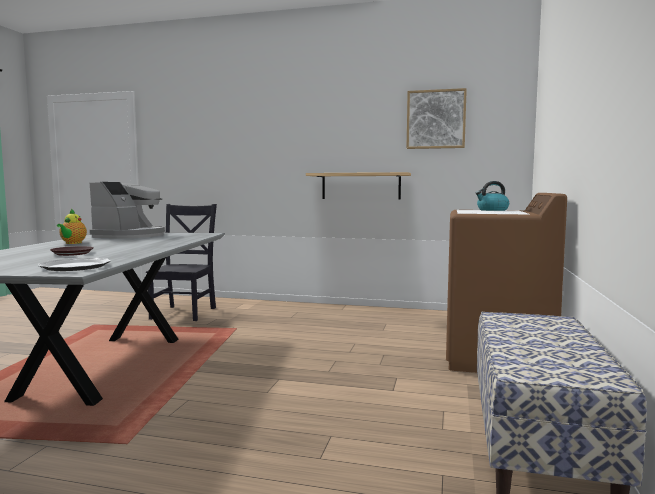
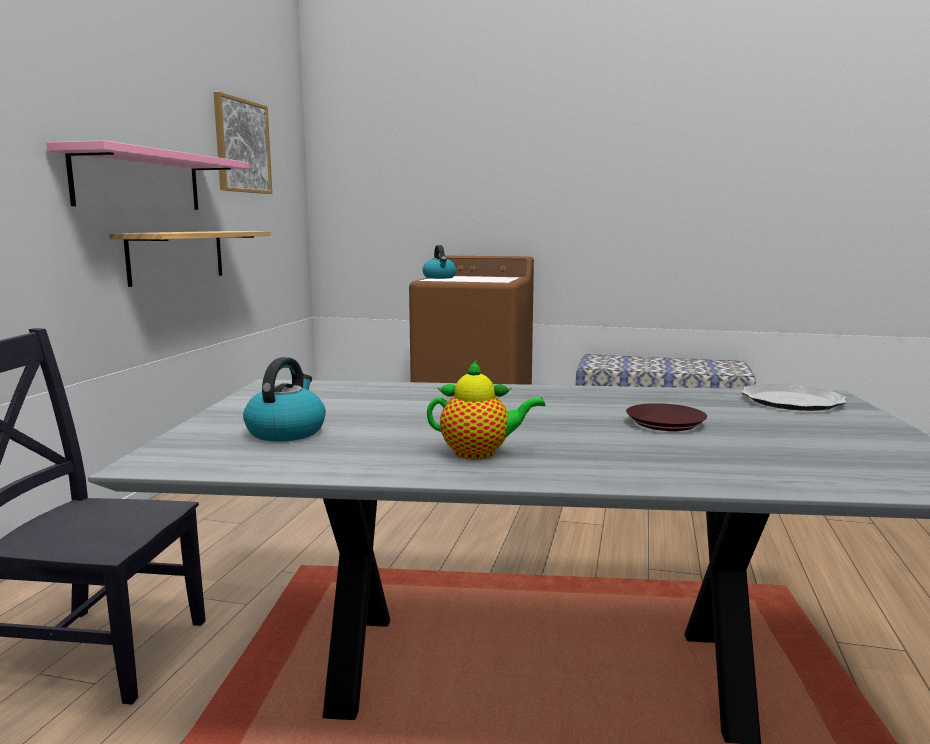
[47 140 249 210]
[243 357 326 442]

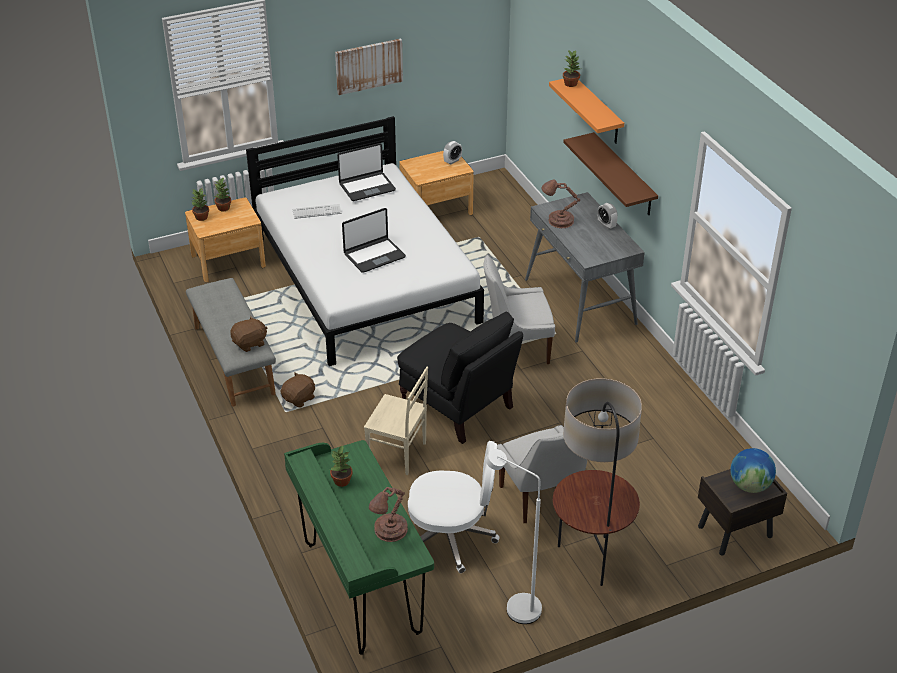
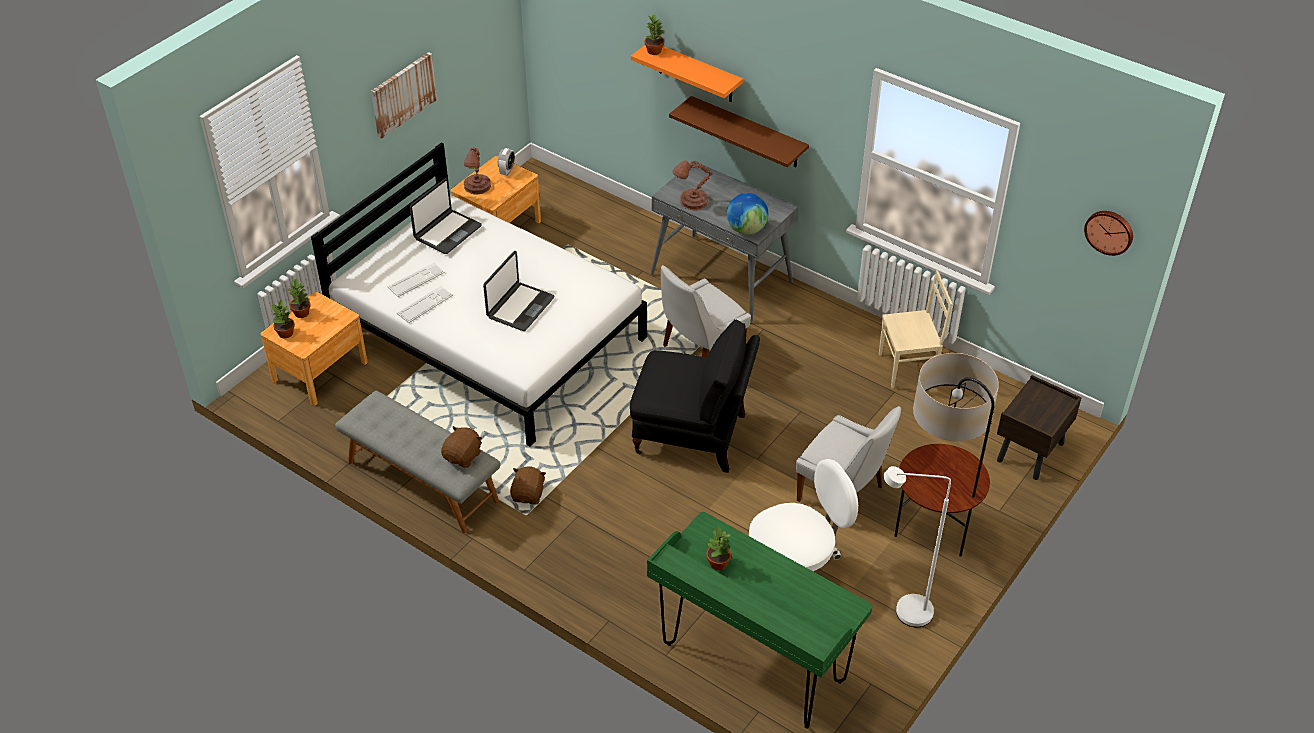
[598 203 618 229] (first image)
[397 286 453 323]
[1084 211 1133 256]
[879 270 952 388]
[464 148 491 195]
[727 193 768 235]

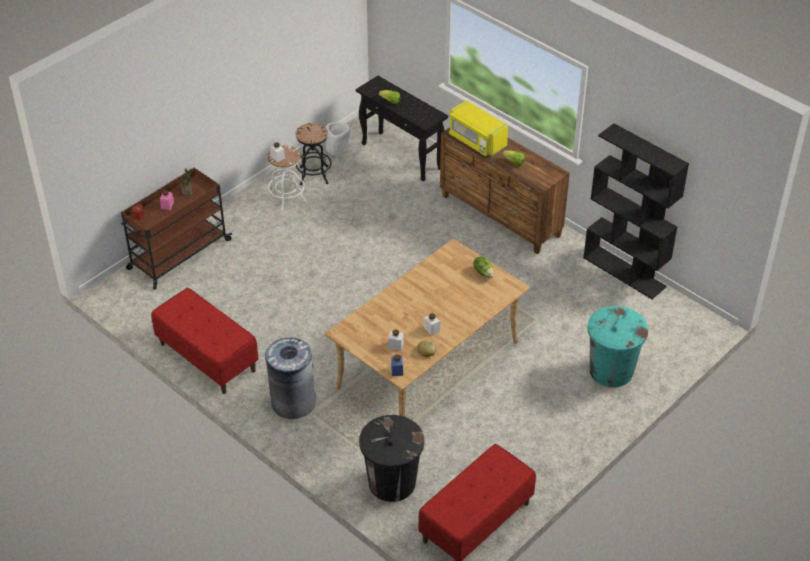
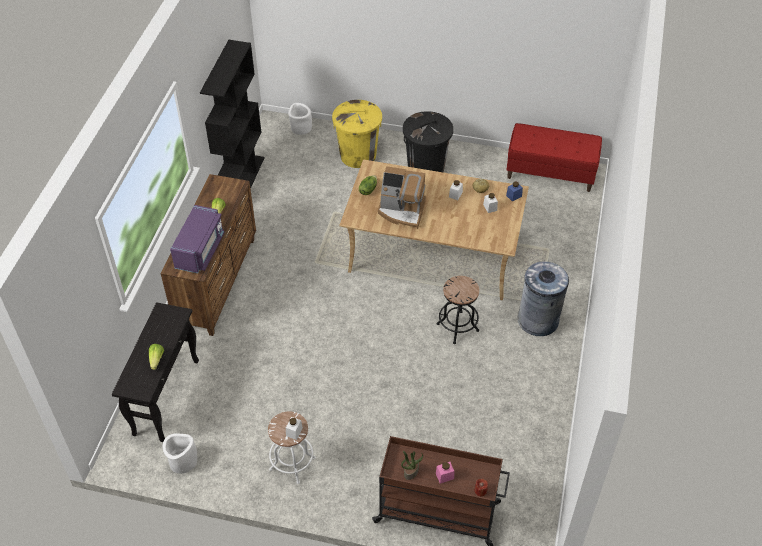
[151 288 259 394] (first image)
[288 103 312 135]
[378 166 426 229]
[437 276 479 344]
[403 111 453 172]
[170 205 224 273]
[332 100 382 168]

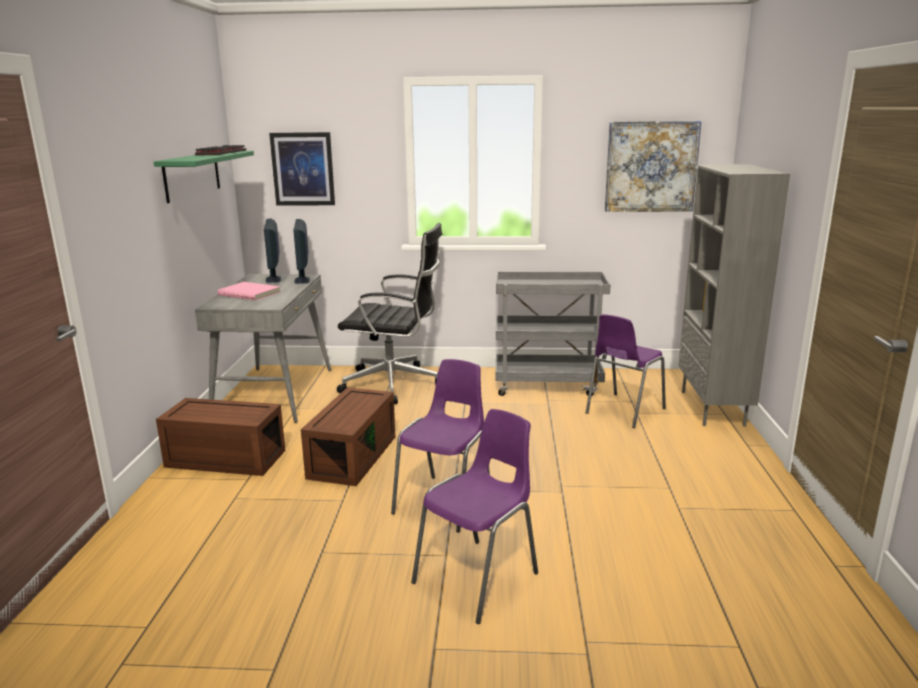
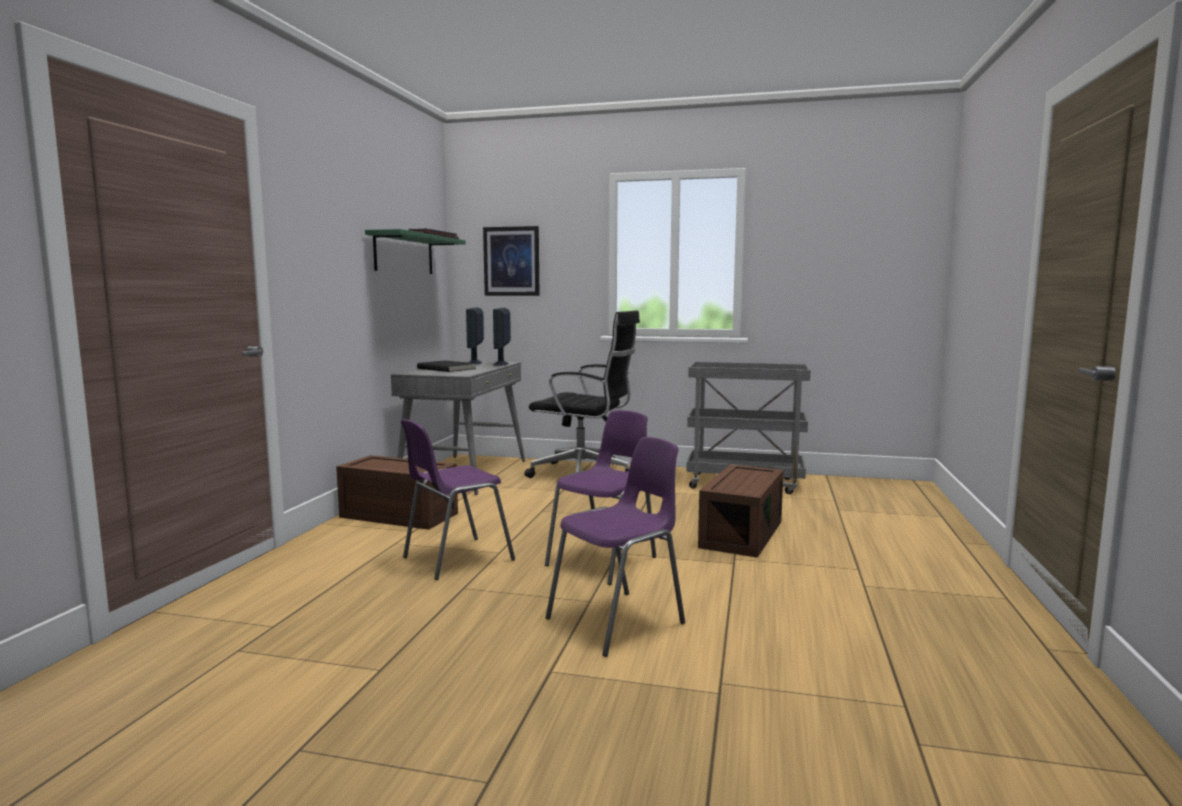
[605 121 702 212] (first image)
[678 164 790 427] (first image)
[698 464 784 558]
[401 419 515 580]
[417 360 476 372]

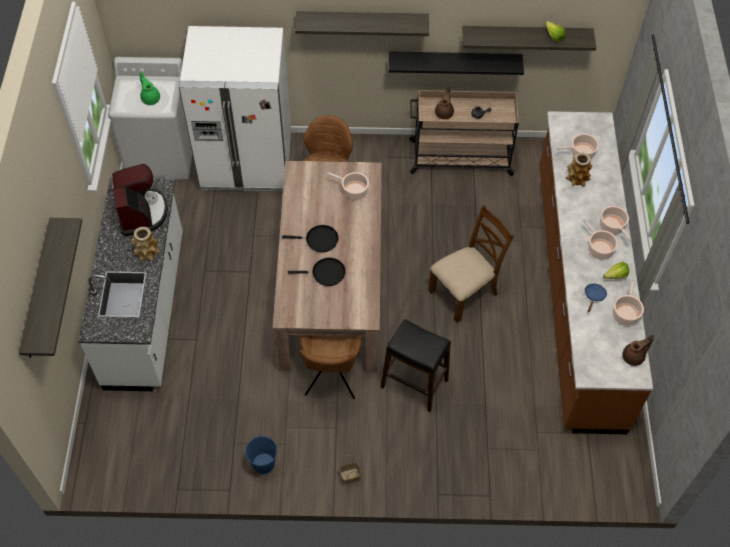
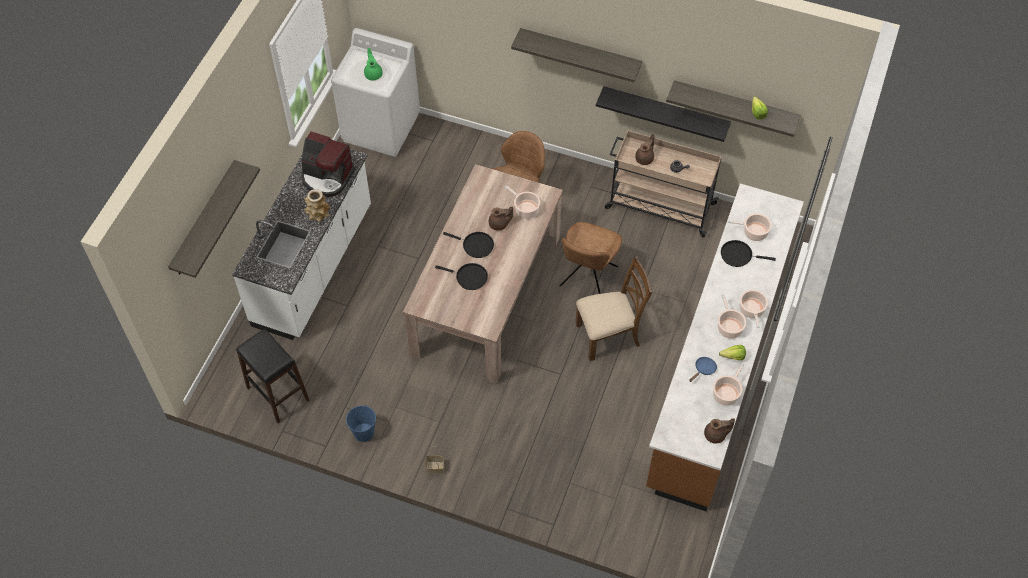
[179 26 292 191] (first image)
[489 206 513 231]
[559 222 622 294]
[236 329 309 423]
[721 240 776 267]
[301 131 355 197]

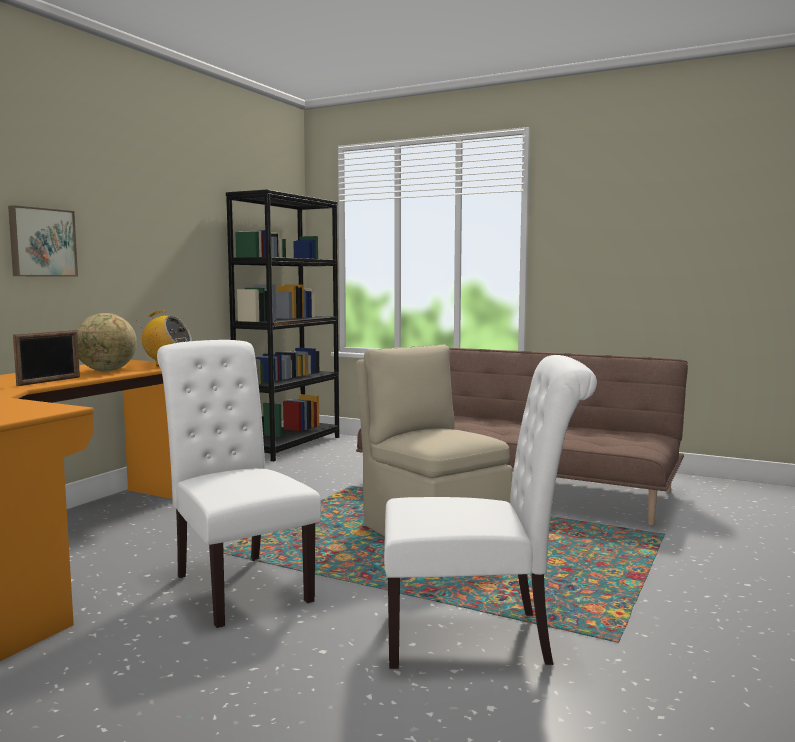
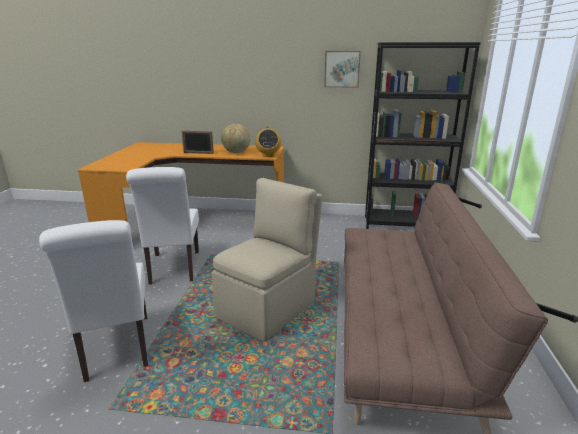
[324 51 361 88]
[126 167 199 285]

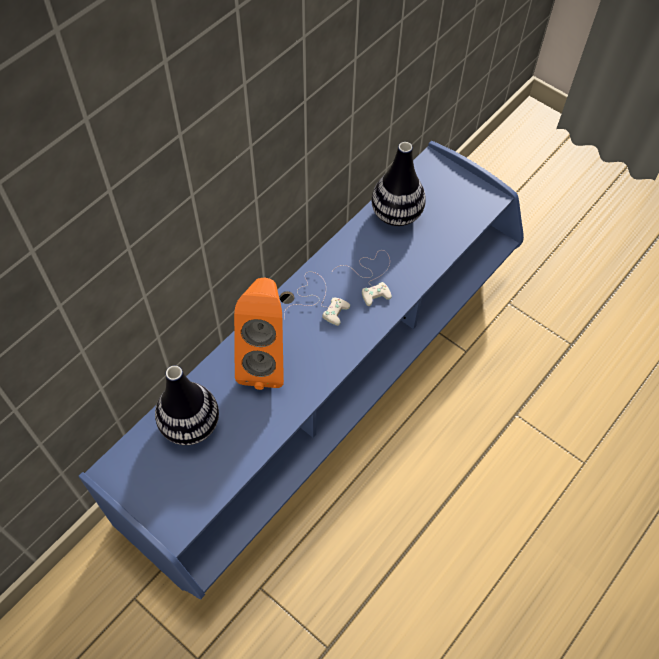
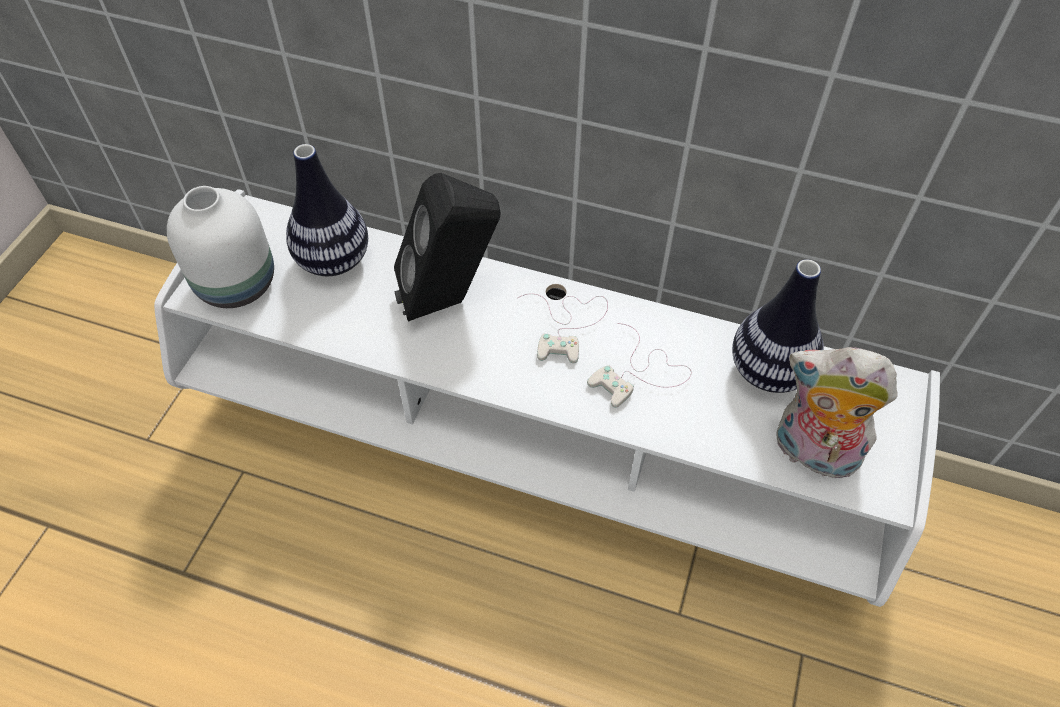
[167 186 274 308]
[777 347 897 482]
[154 189 940 607]
[394 173 501 321]

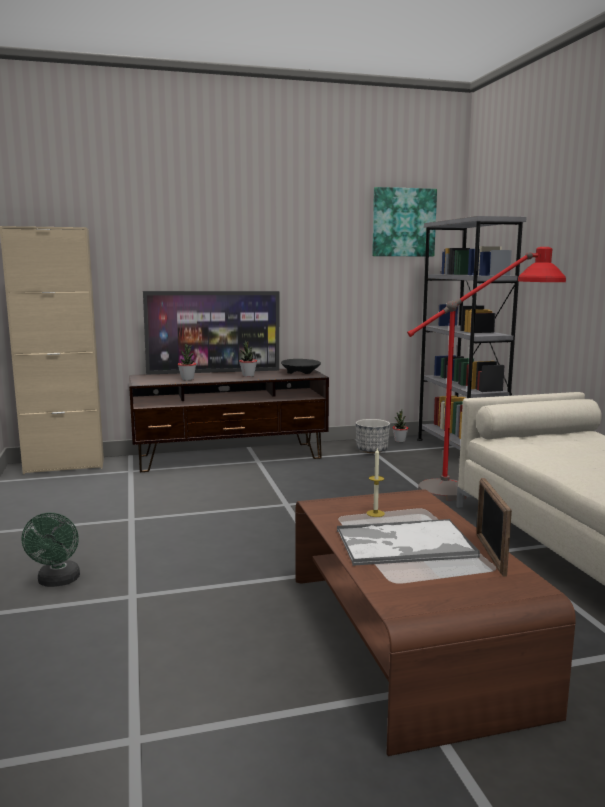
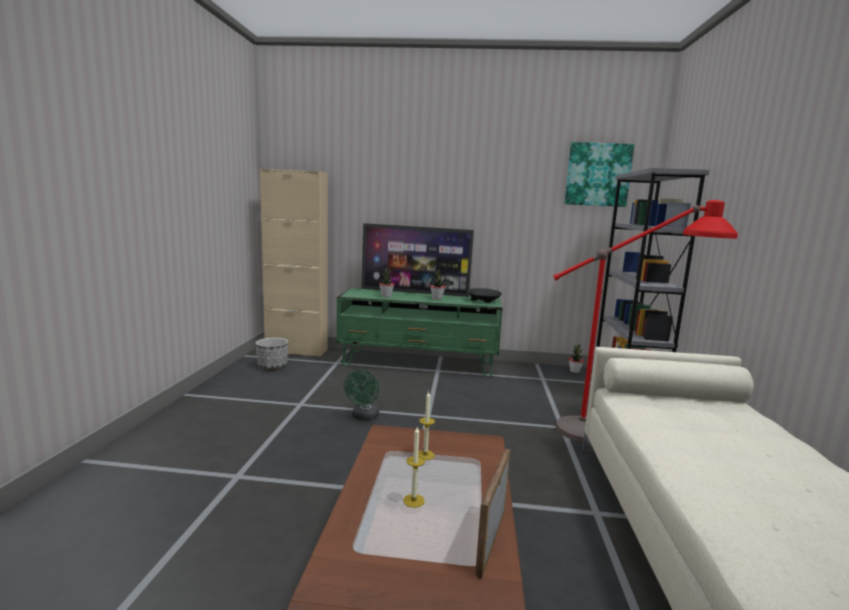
[344 370 379 420]
[256 338 288 370]
[403 427 425 508]
[337 288 503 377]

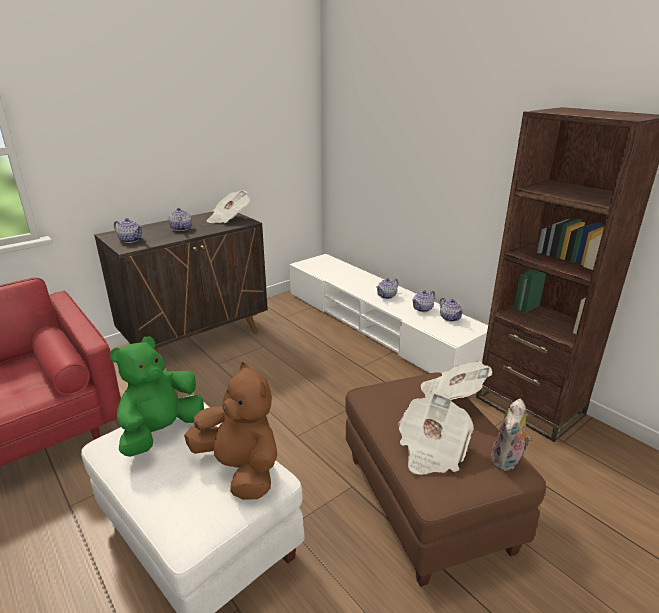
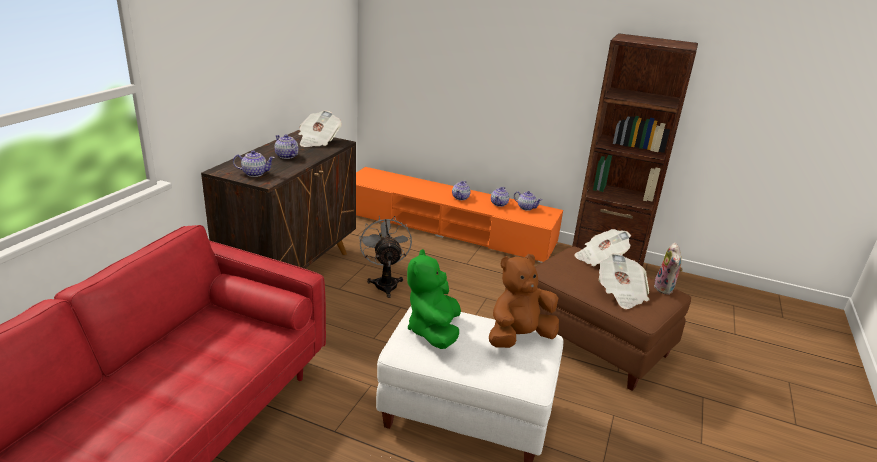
[359 216 412 298]
[356 167 563 263]
[489 254 559 348]

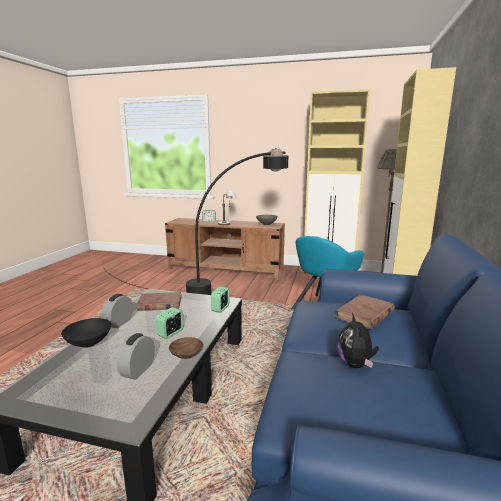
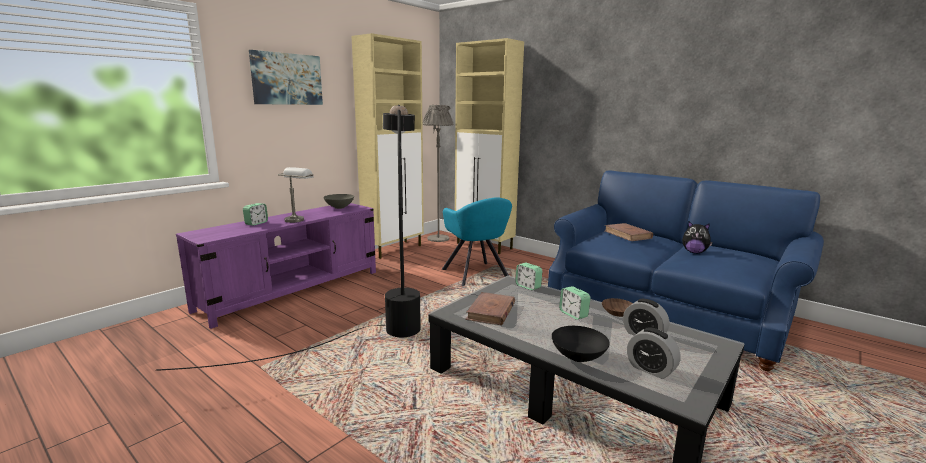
[249 50 323 105]
[627 327 680 379]
[176 203 376 329]

